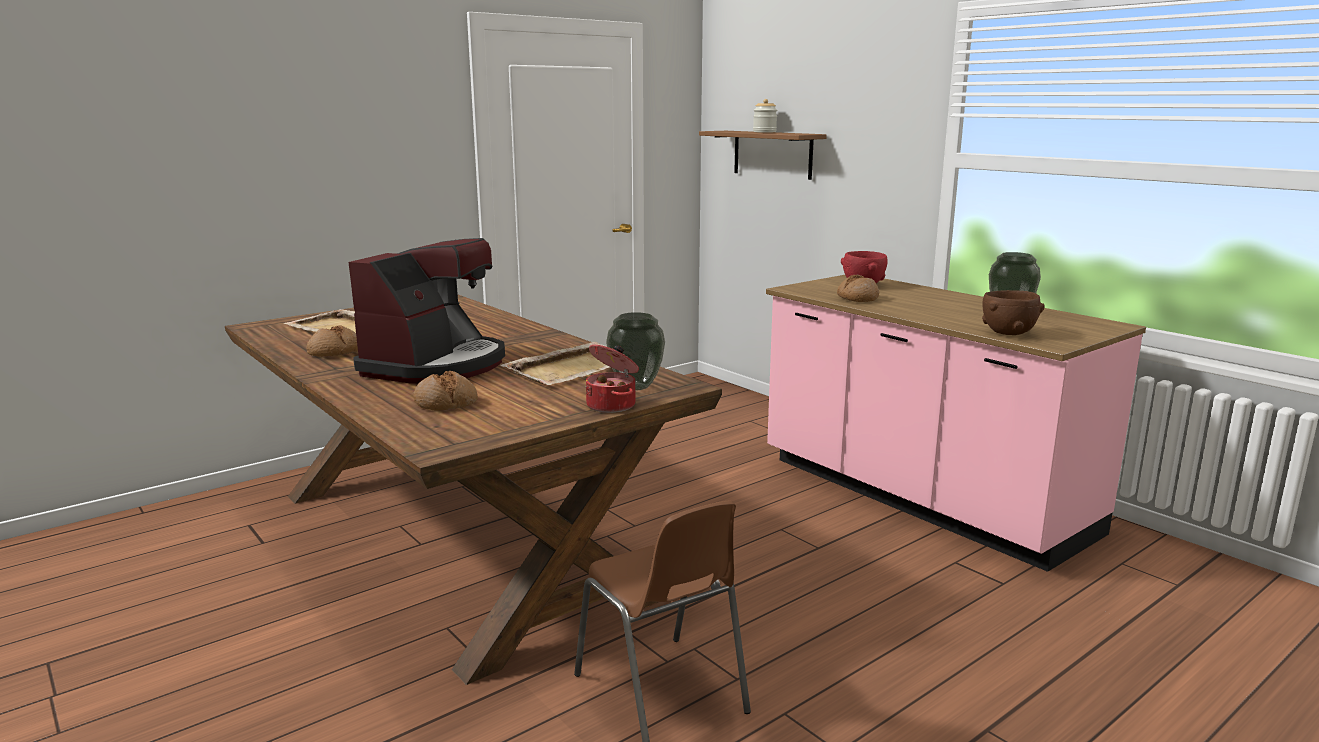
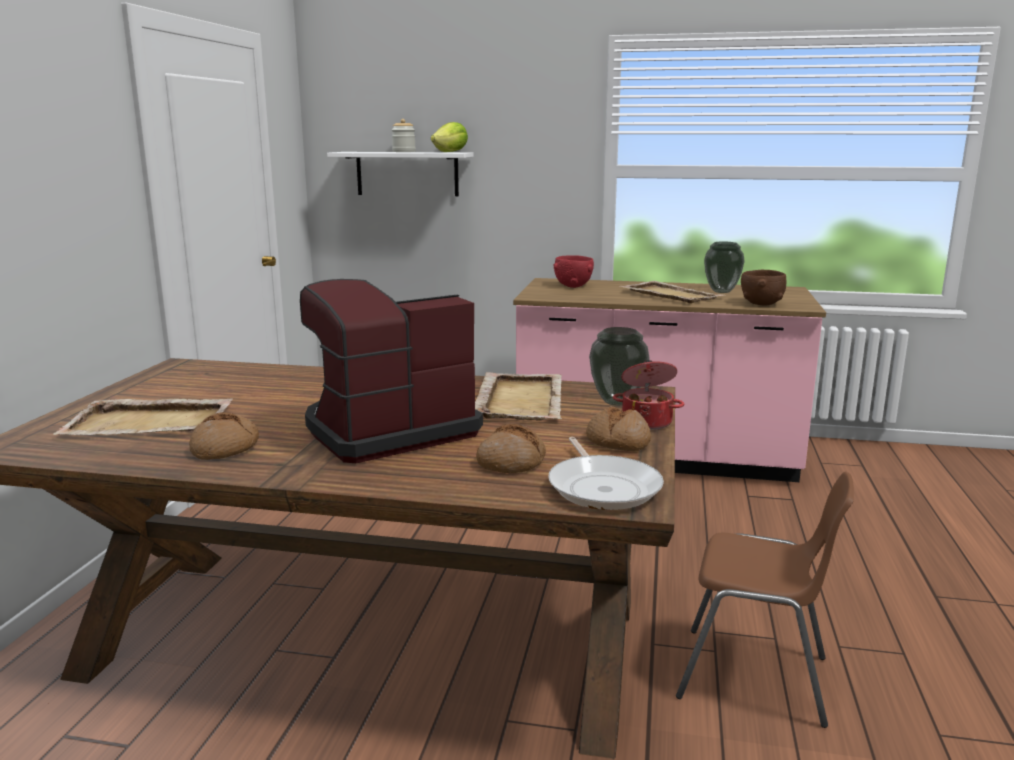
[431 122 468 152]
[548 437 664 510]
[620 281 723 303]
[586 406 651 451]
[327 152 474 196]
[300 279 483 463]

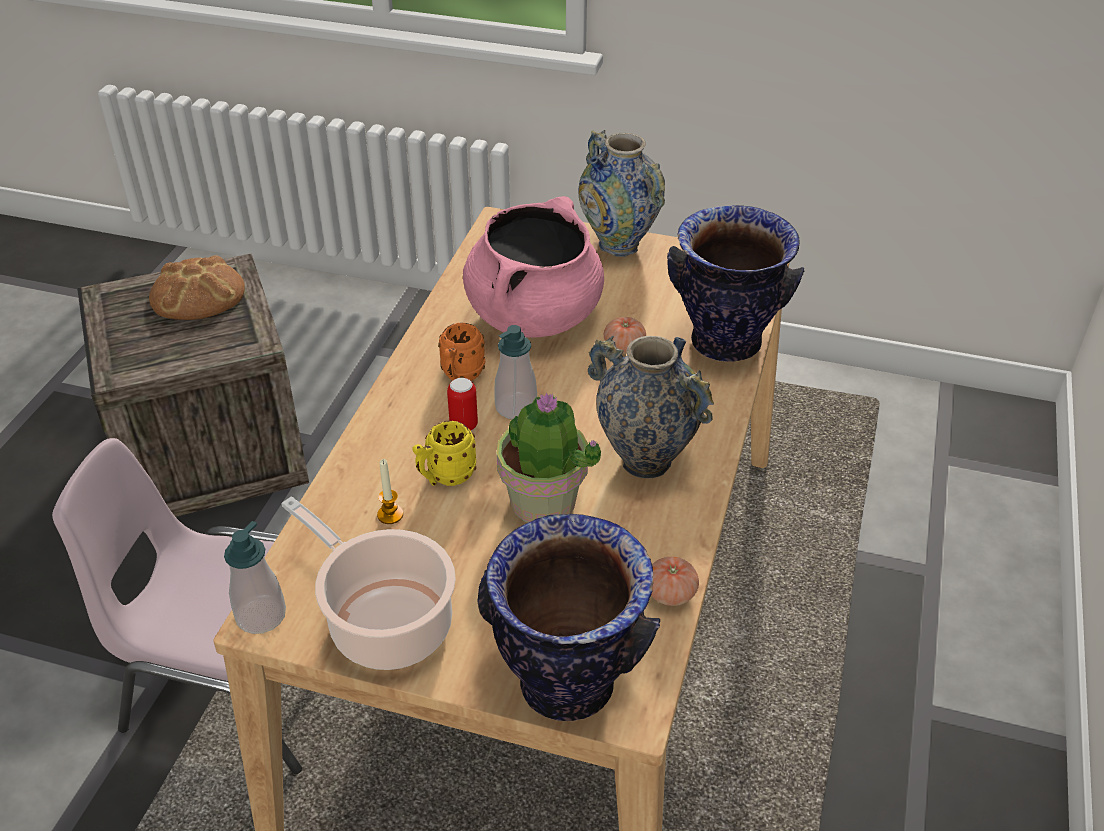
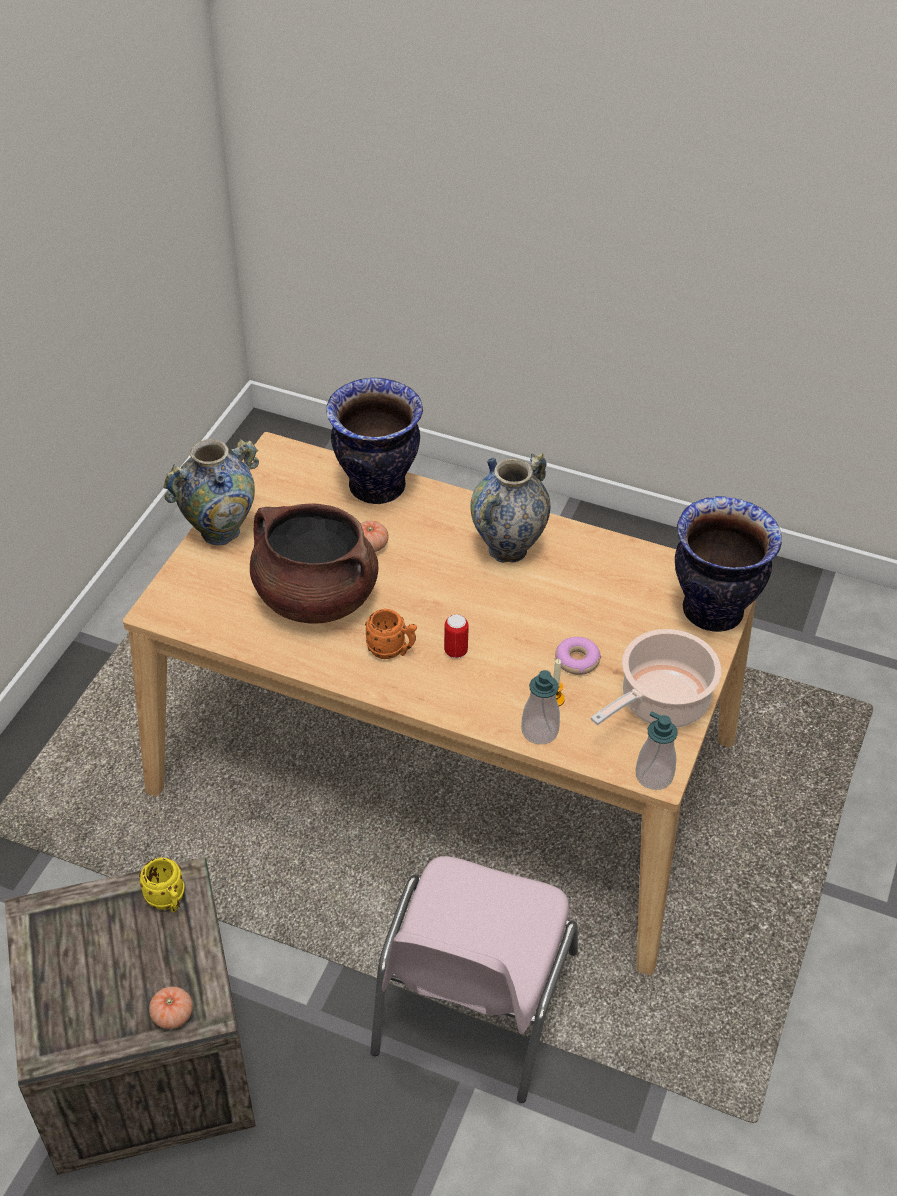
[149 255 245 320] (first image)
[497 392 601 523] (first image)
[555 637 601 675]
[139 857 185 912]
[521 670 560 744]
[149 987 193 1029]
[250 503 379 624]

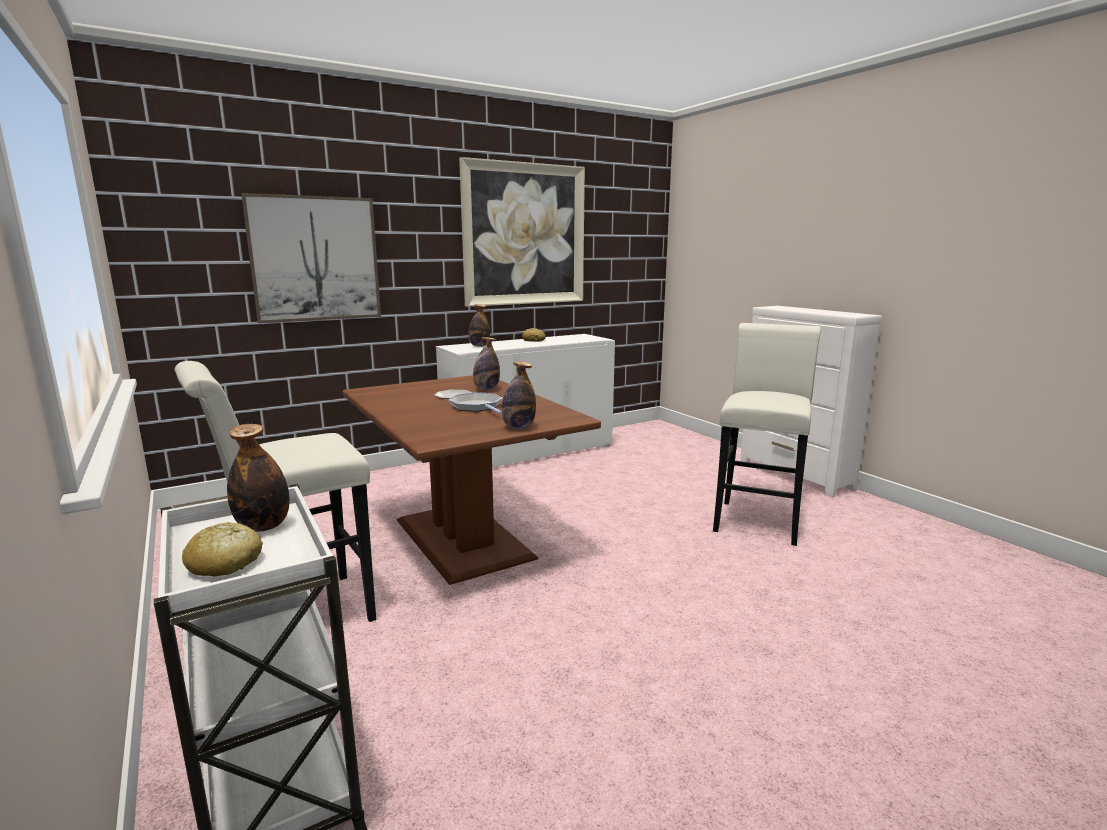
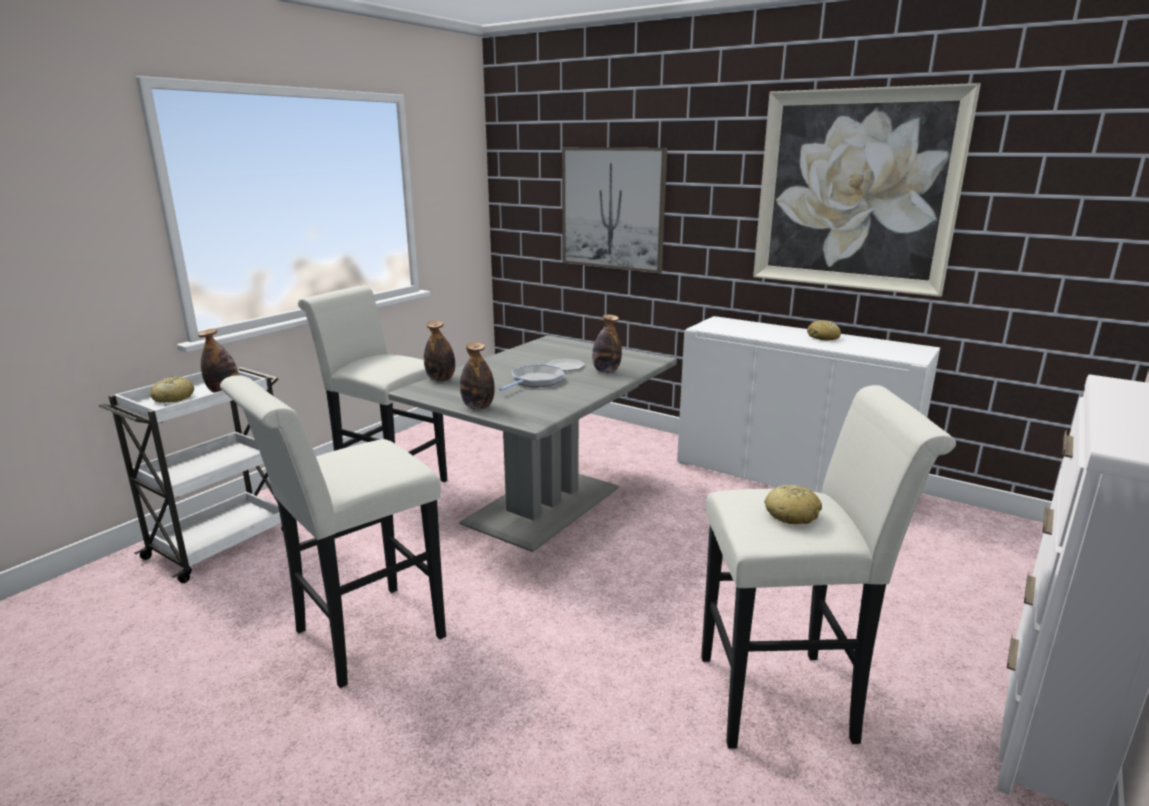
[220 375 446 688]
[764 485 822 524]
[424 321 455 381]
[388 335 677 552]

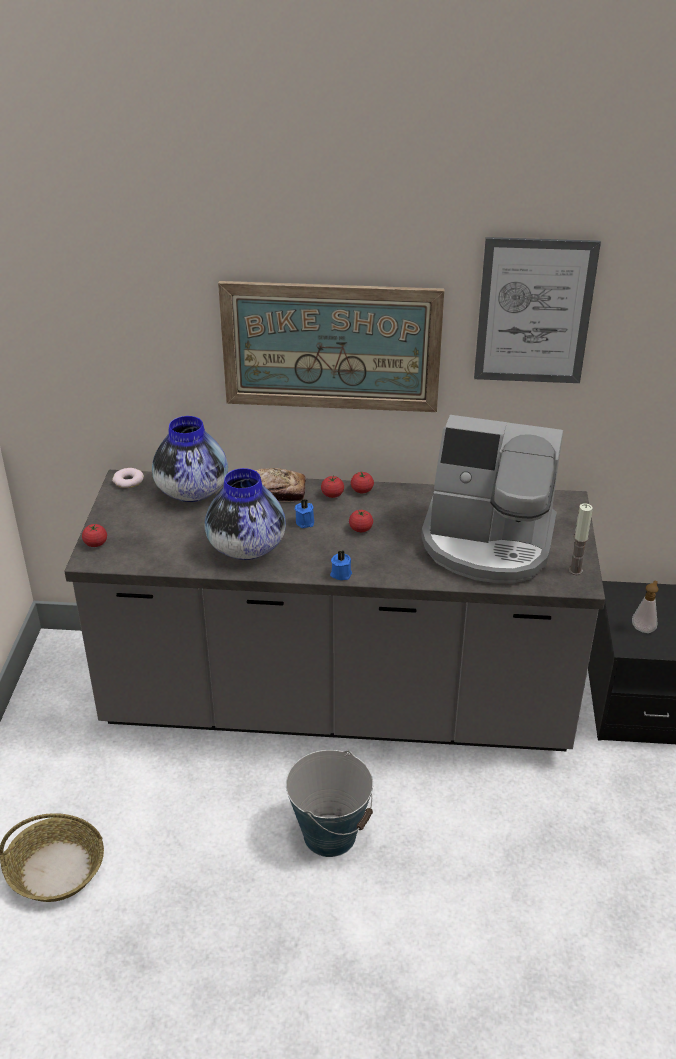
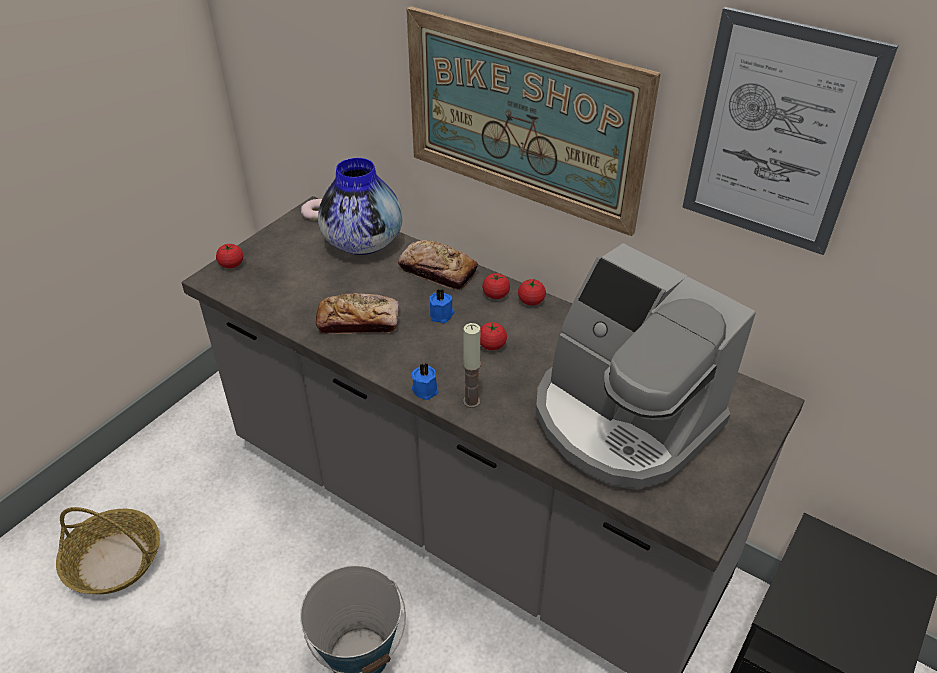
[632 581 658 633] (first image)
[463 323 481 408]
[316 293 399 334]

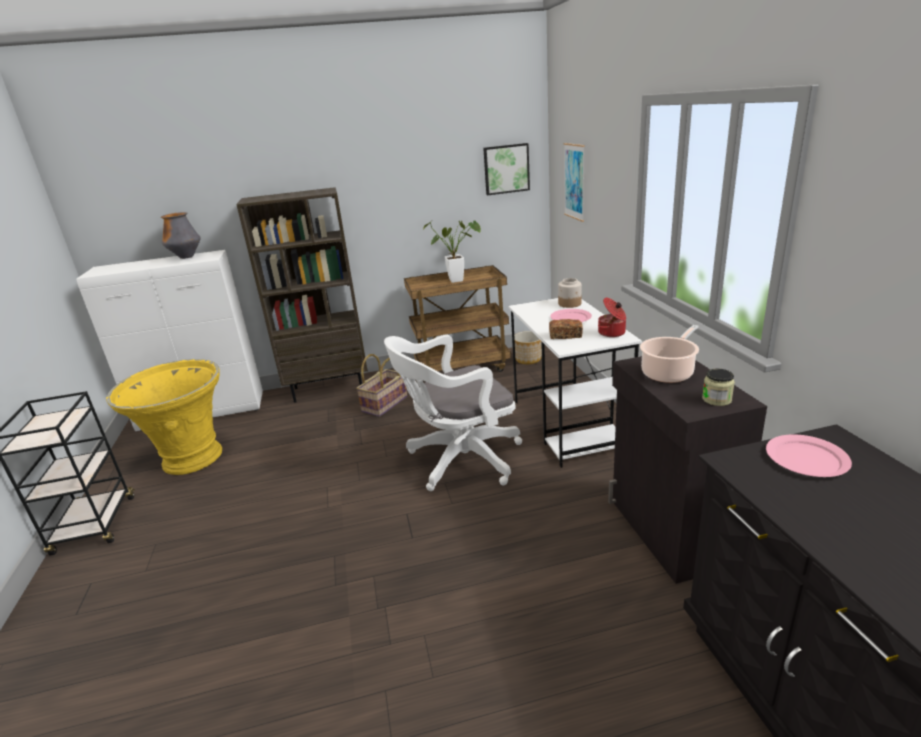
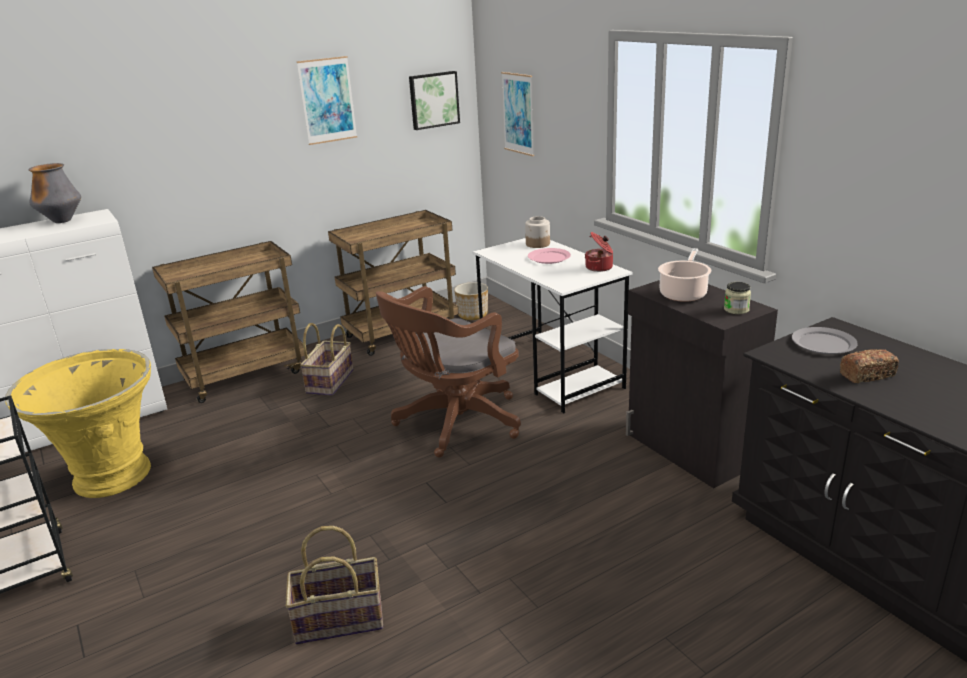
[423 220 481 283] (first image)
[285 526 383 644]
[297 56 357 145]
[840 349 899 384]
[152 241 307 403]
[376 286 521 458]
[792 327 858 354]

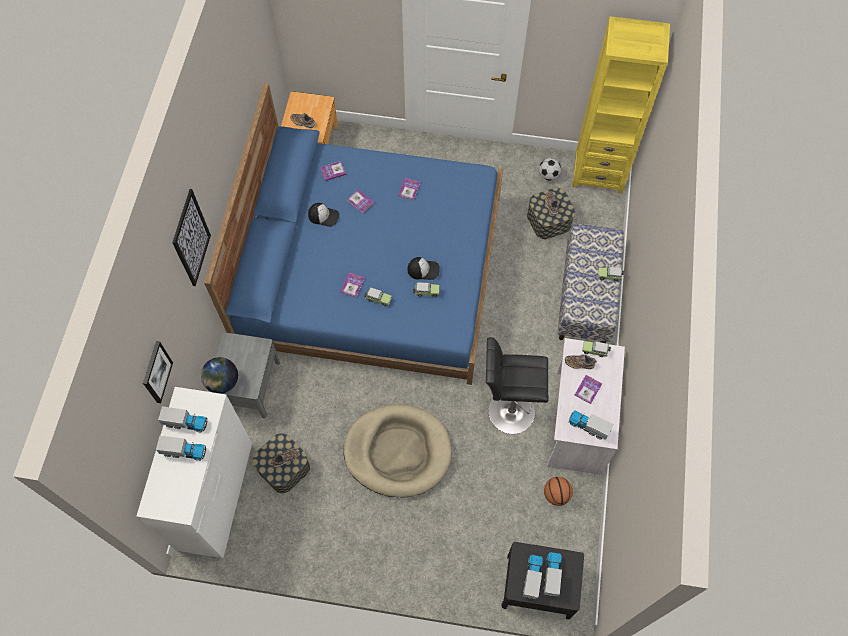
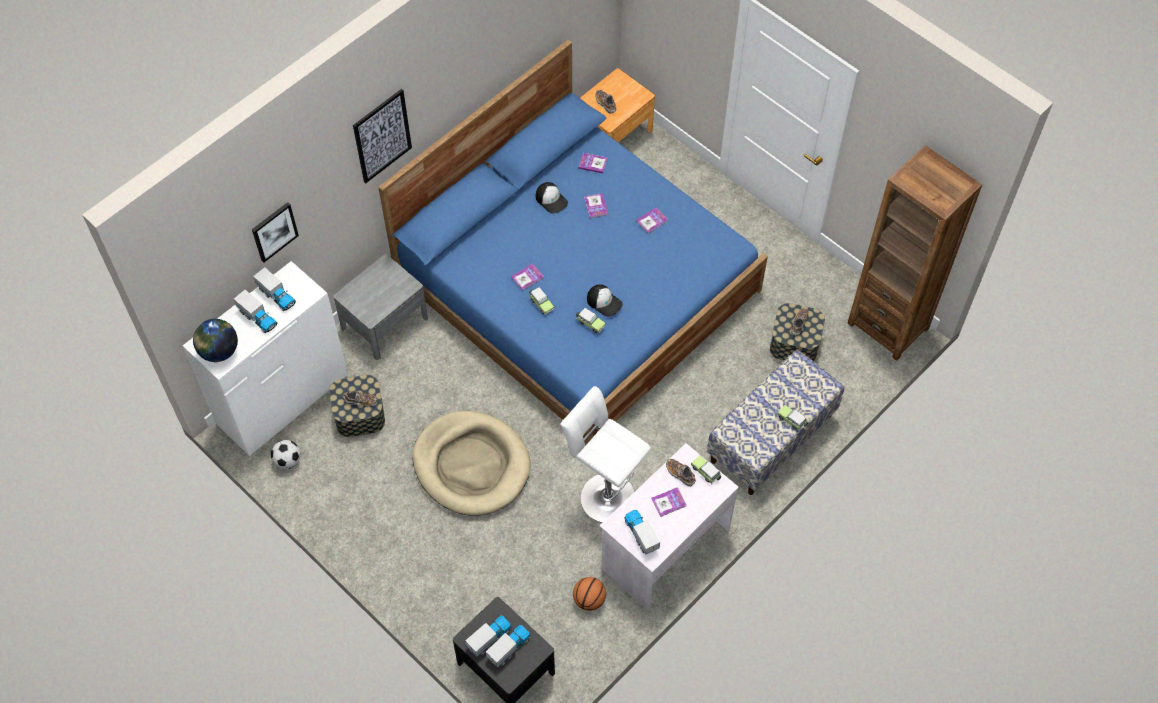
[193 319 238 362]
[271 440 301 469]
[560 386 651 522]
[847 145 982 361]

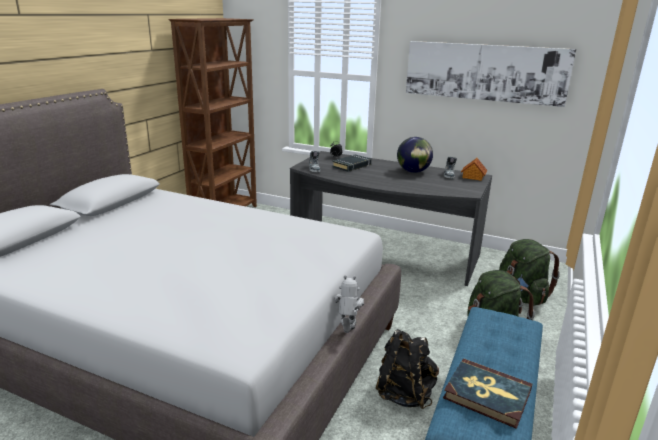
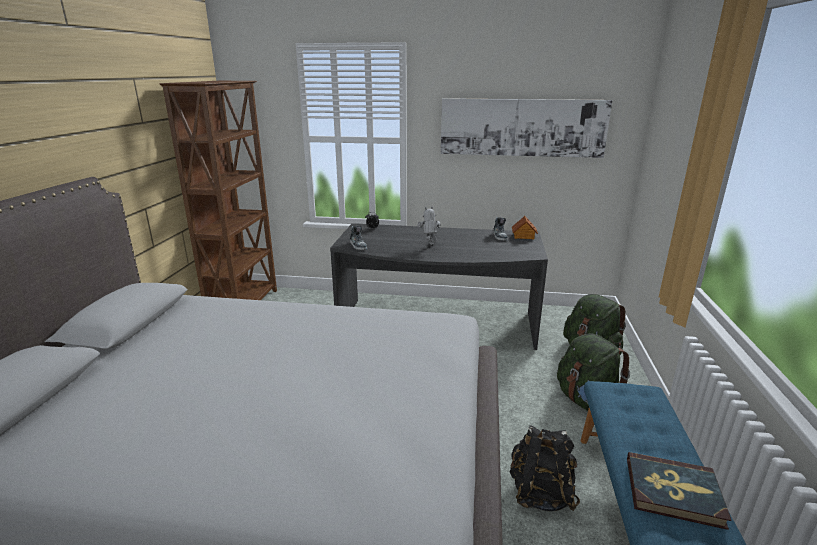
[332 154 371 172] (first image)
[397 137 433 173] (first image)
[417 207 441 246]

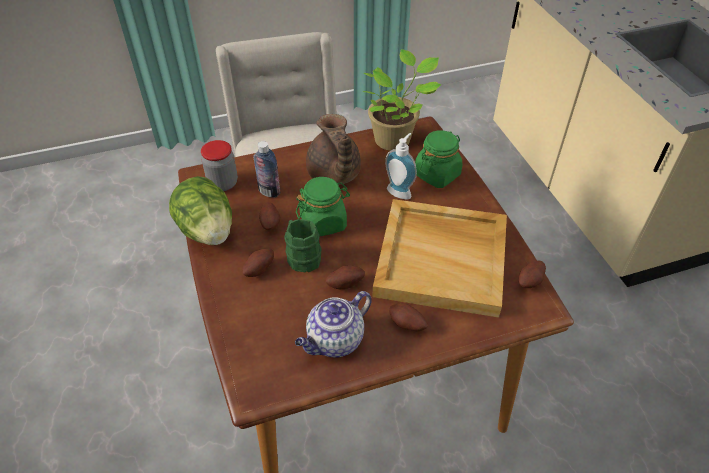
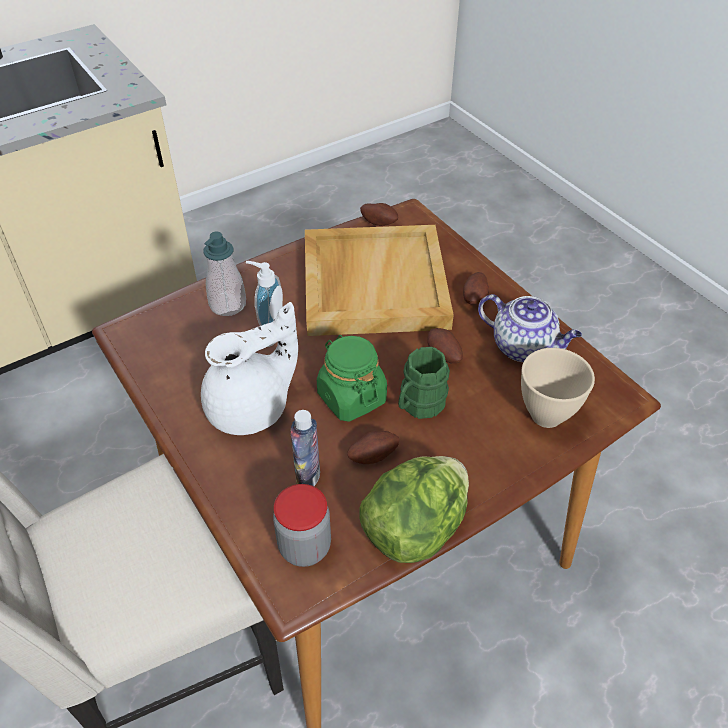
[242 249 274 277] (first image)
[363 49 441 151] (first image)
[521 348 595 428]
[203 232 246 316]
[201 302 298 435]

